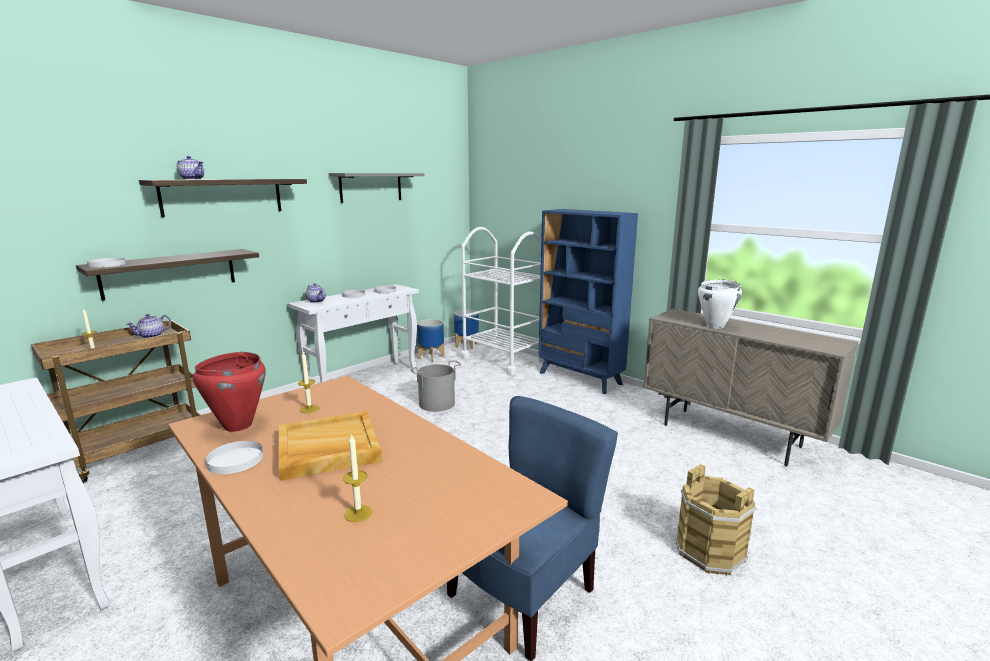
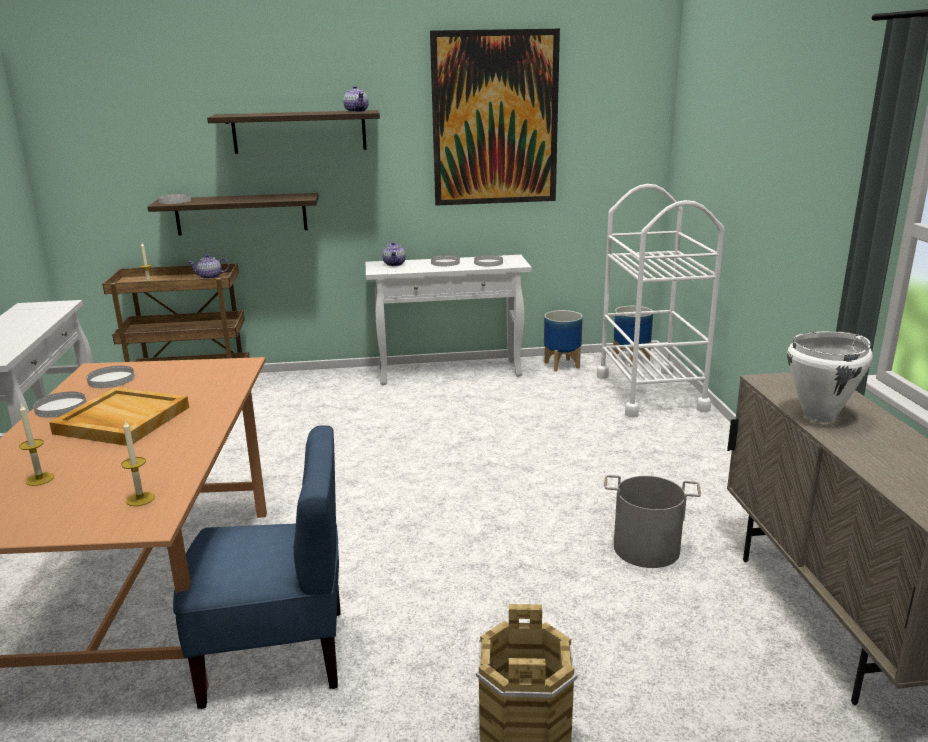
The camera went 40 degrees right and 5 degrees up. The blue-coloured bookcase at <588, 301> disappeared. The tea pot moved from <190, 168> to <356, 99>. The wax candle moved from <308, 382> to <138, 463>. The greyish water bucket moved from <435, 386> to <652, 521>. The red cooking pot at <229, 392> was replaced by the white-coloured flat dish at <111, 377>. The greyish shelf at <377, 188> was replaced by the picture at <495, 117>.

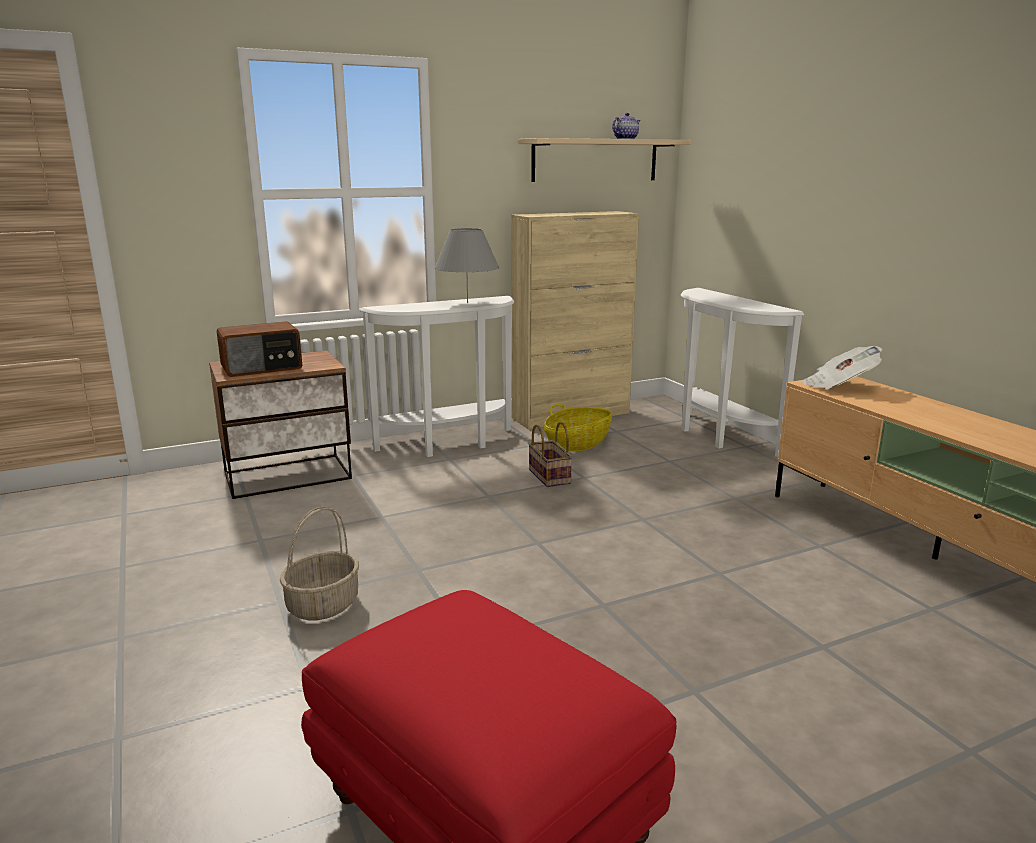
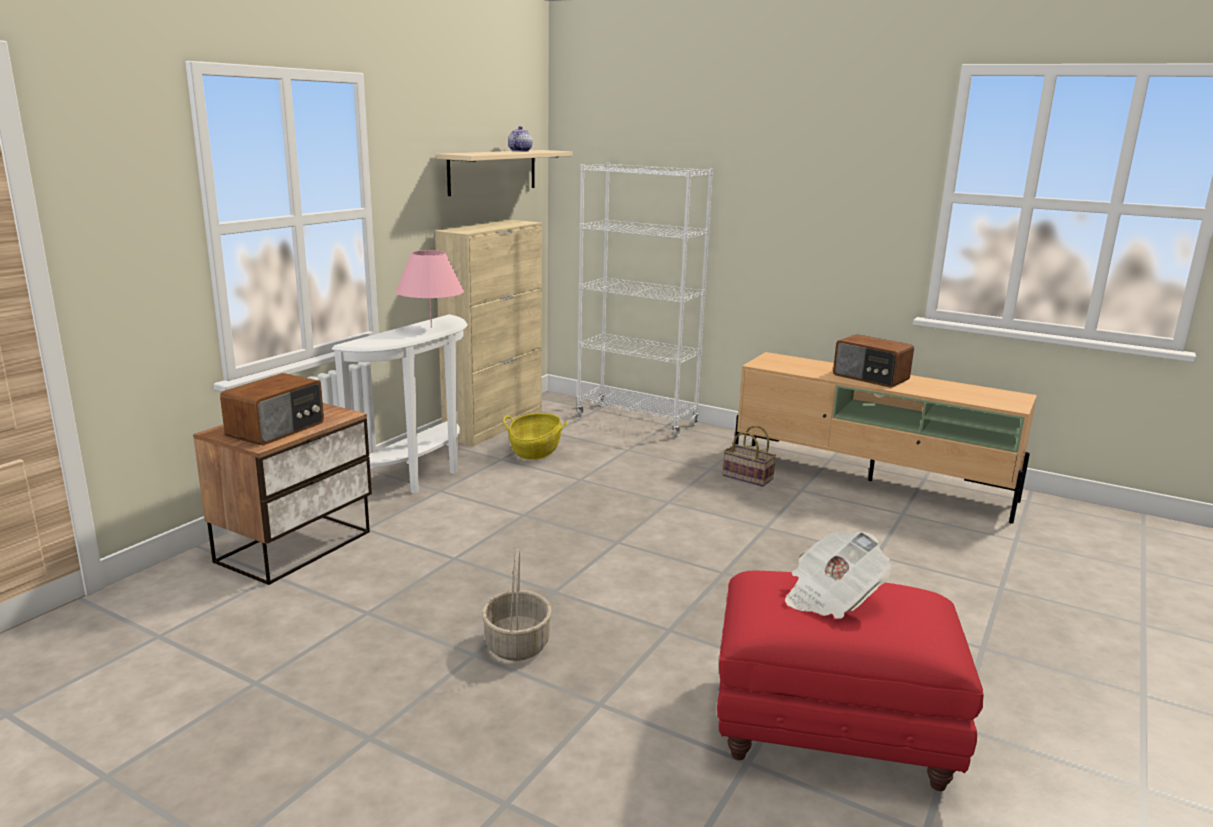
The camera went 35 degrees left and 0 degrees up. The radio set at <873, 361> appeared. The basket moved from <550, 454> to <749, 456>. The daily paper moved from <842, 367> to <838, 575>. The white-coloured hall table at <742, 372> was replaced by the white-coloured bookcase at <644, 300>. The greyish tabletop lamp at <466, 265> became the pink tabletop lamp at <430, 289>.

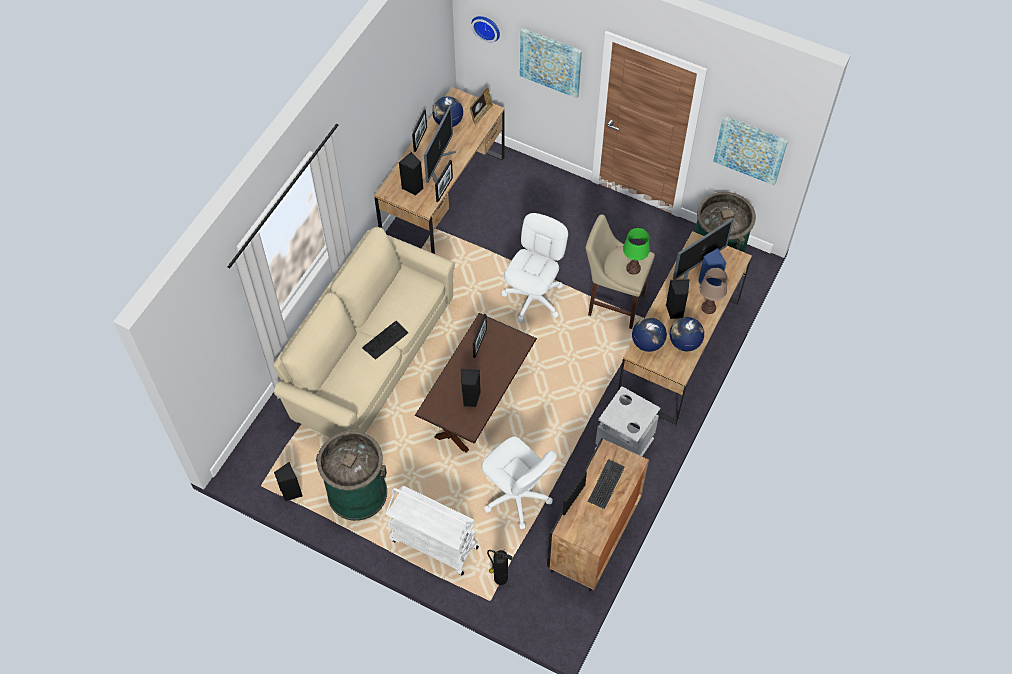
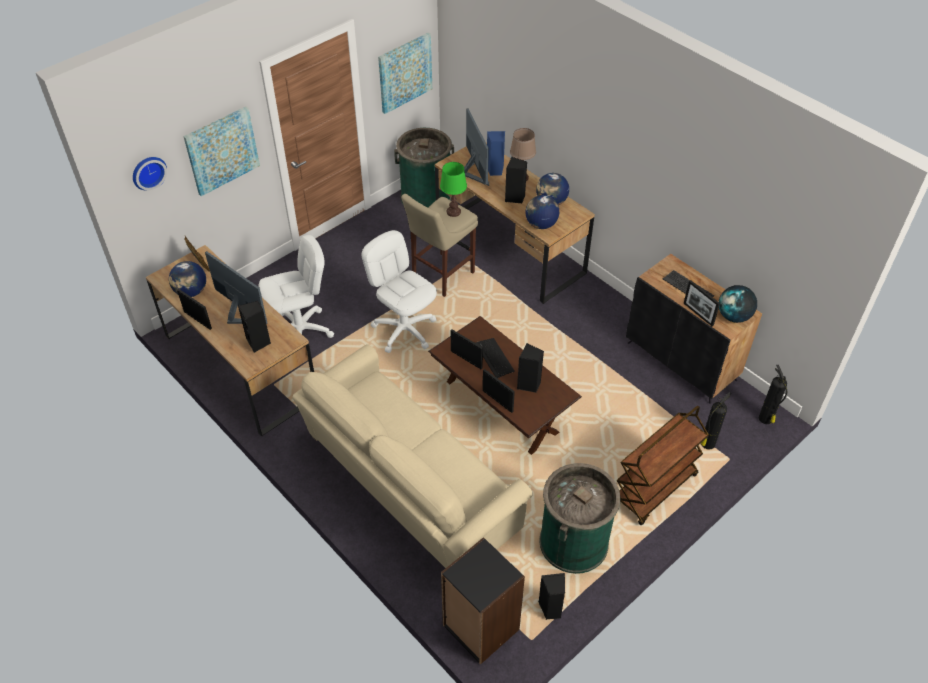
The camera went 70 degrees left and 10 degrees down. The greyish trash can at <627, 421> disappeared. The black-coloured bookcase at <483, 601> appeared. The desk globe at <738, 304> appeared. The extinguisher at <773, 394> appeared. The keyboard moved from <385, 340> to <495, 358>. The photo frame moved from <444, 181> to <499, 391>. The white-coloured office chair moved from <519, 483> to <296, 286>. The white-coloured cart at <432, 530> became the brown cart at <663, 465>.

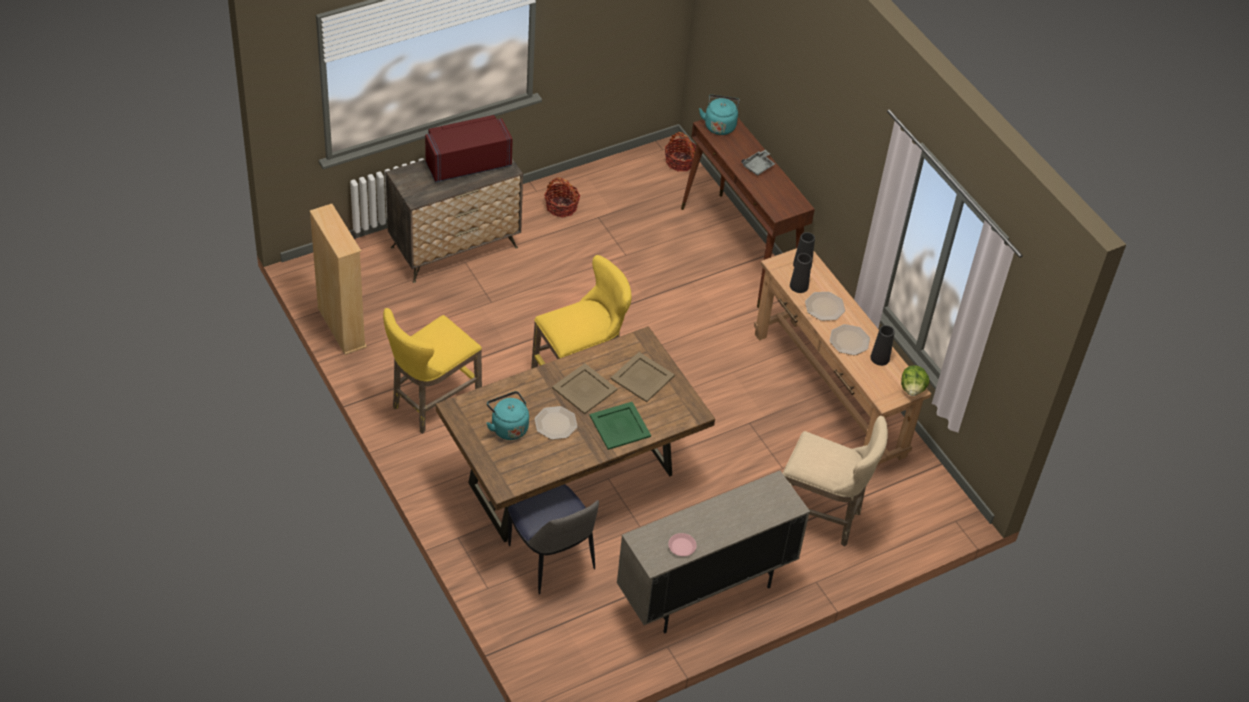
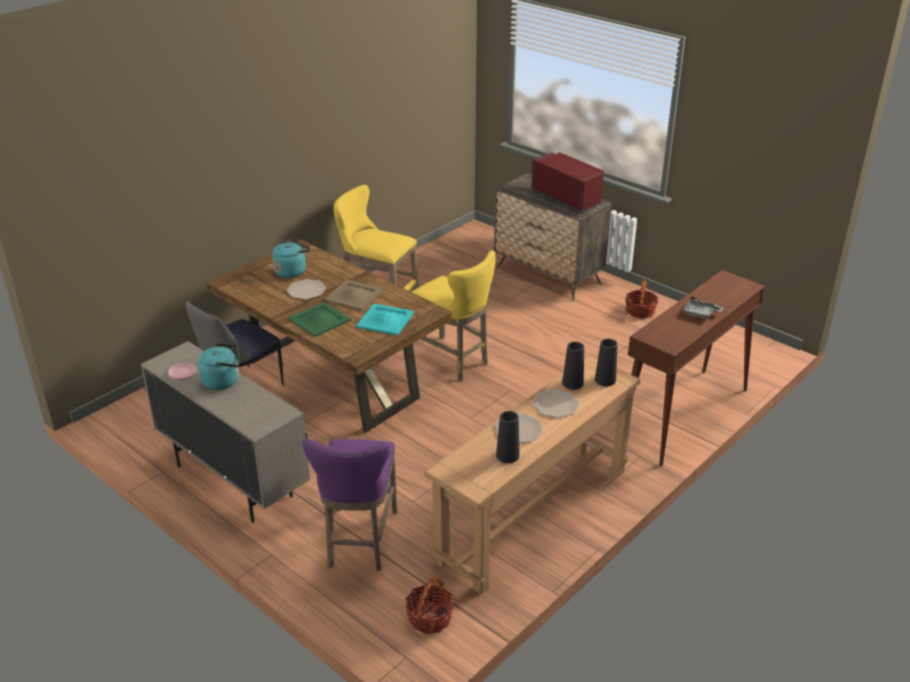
The camera went 75 degrees right and 15 degrees down. The sand-coloured bookcase at <338, 279> disappeared. The lettuce at <915, 380> disappeared. The basket moved from <680, 151> to <430, 605>. The blue-green water kettle moved from <719, 114> to <218, 366>. The sand-coloured tray at <643, 377> became the blue-green tray at <385, 319>. The sand-coloured sitting stool at <835, 481> became the purple-coloured sitting stool at <349, 505>.

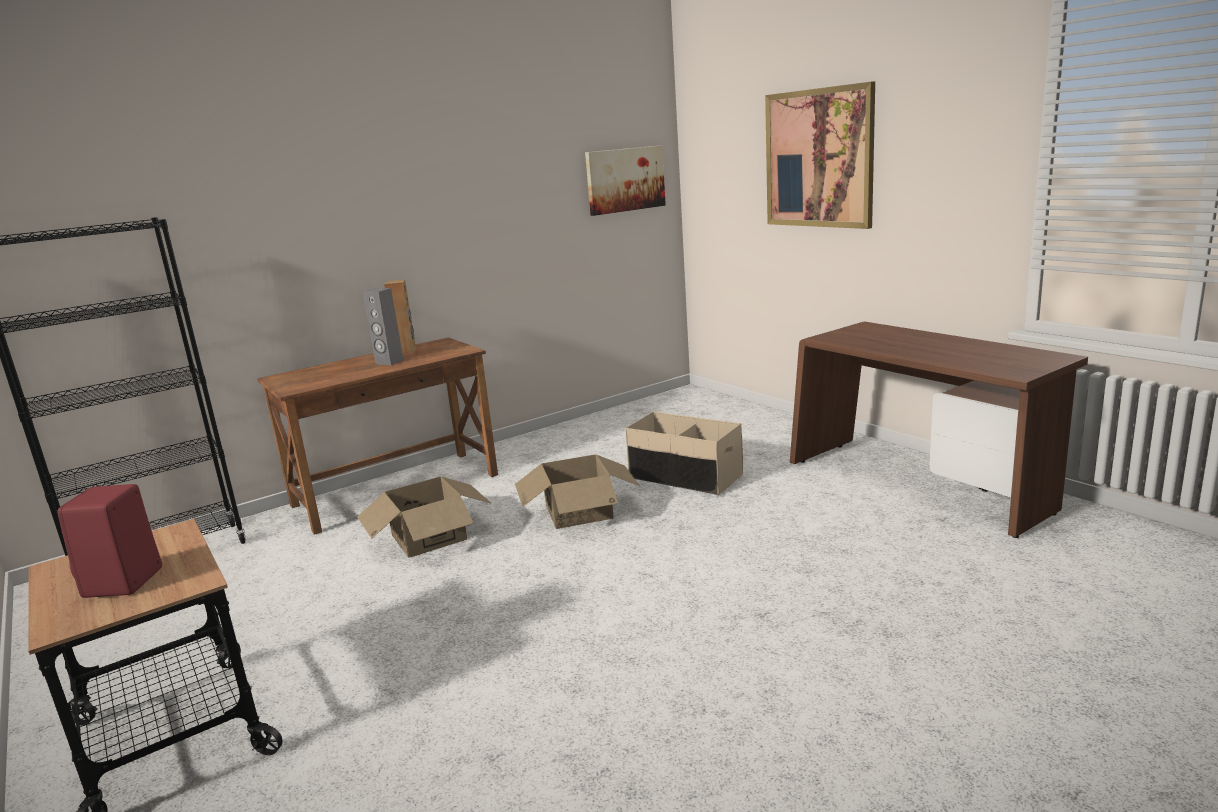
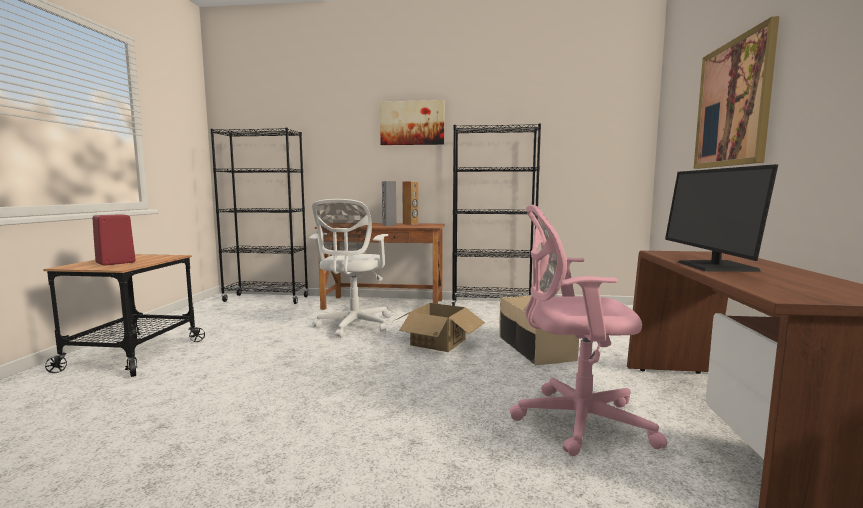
The camera went 40 degrees right and 10 degrees down. The black-coloured bookcase at <496, 214> appeared. The pink office chair at <588, 330> appeared. The computer display at <721, 218> appeared. The picture moved from <625, 180> to <412, 122>. The cardboard box at <424, 517> was replaced by the white-coloured office chair at <350, 268>.

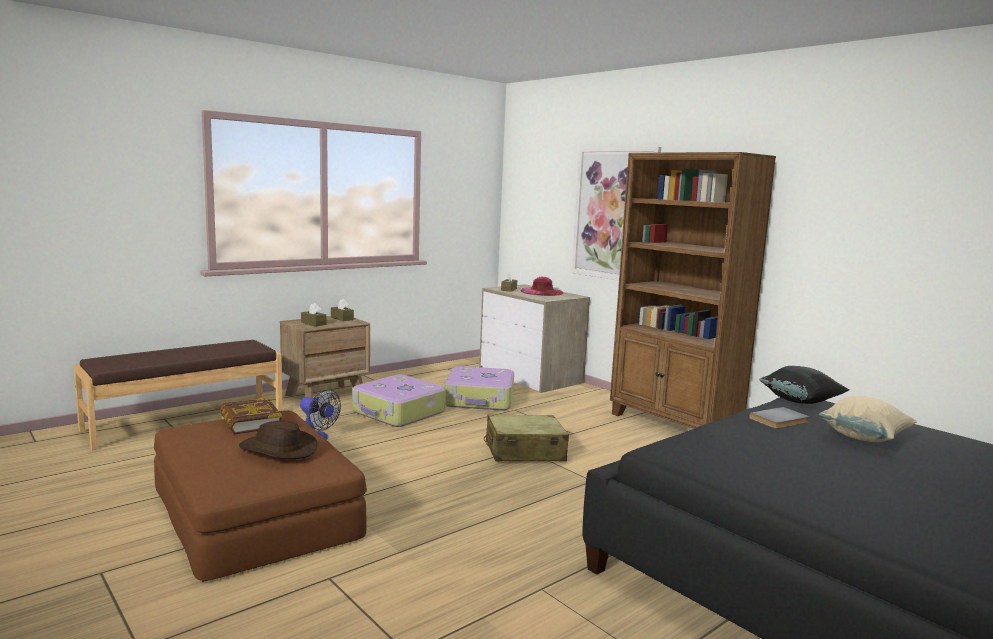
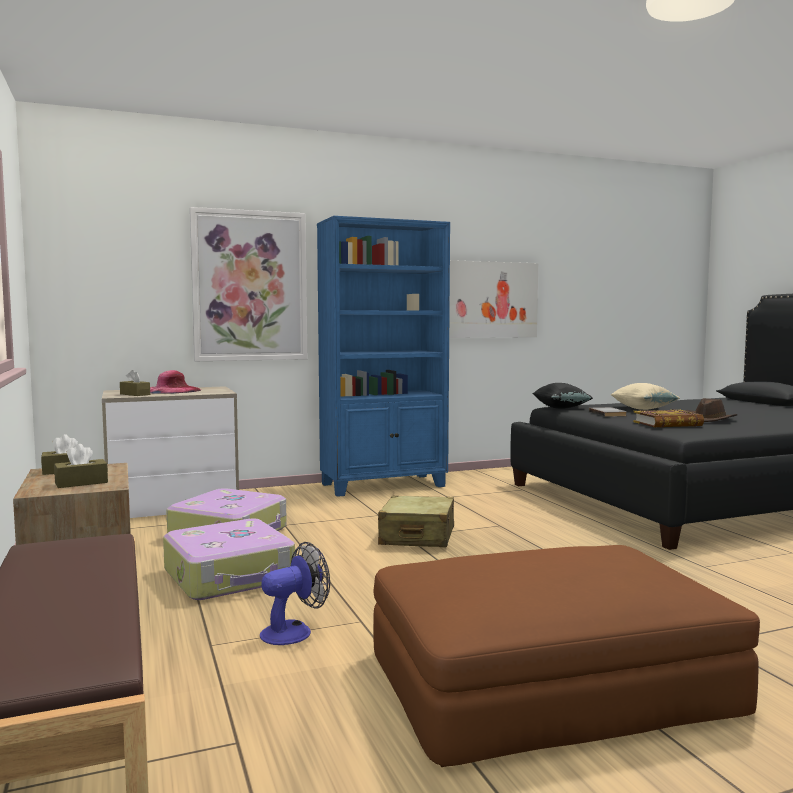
The camera went 70 degrees left and 5 degrees down. The picture at <493, 299> appeared. The book moved from <251, 416> to <668, 418>. The brown wearable hat moved from <278, 440> to <711, 410>. The brown bookcase at <693, 290> became the blue-coloured bookcase at <383, 356>.

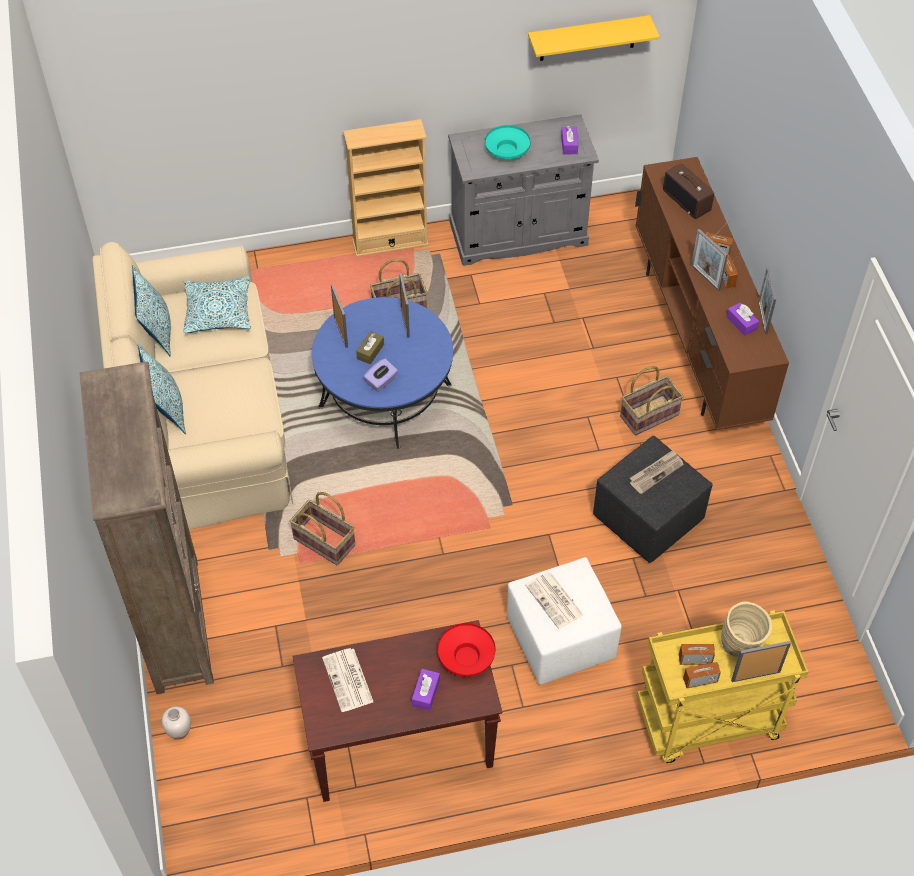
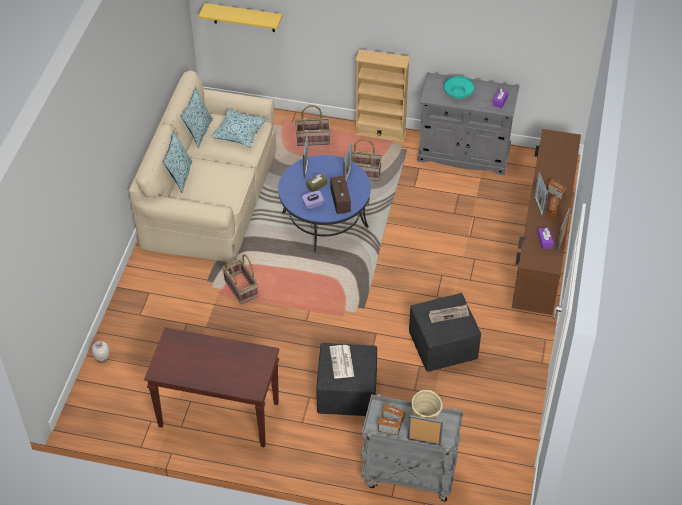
The camera went 25 degrees right and 5 degrees down. The brown bookcase at <147, 527> disappeared. The daily paper at <347, 680> disappeared. The purple-coloured box of tissues at <426, 690> disappeared. The red deep dish at <467, 650> disappeared. The yellow shelf moved from <594, 38> to <240, 17>. The basket moved from <652, 400> to <312, 125>. The radio set moved from <688, 191> to <340, 195>. The white-coloured ottoman at <564, 621> became the black-coloured ottoman at <346, 379>. The yellow cart at <722, 686> became the greyish cart at <412, 448>.

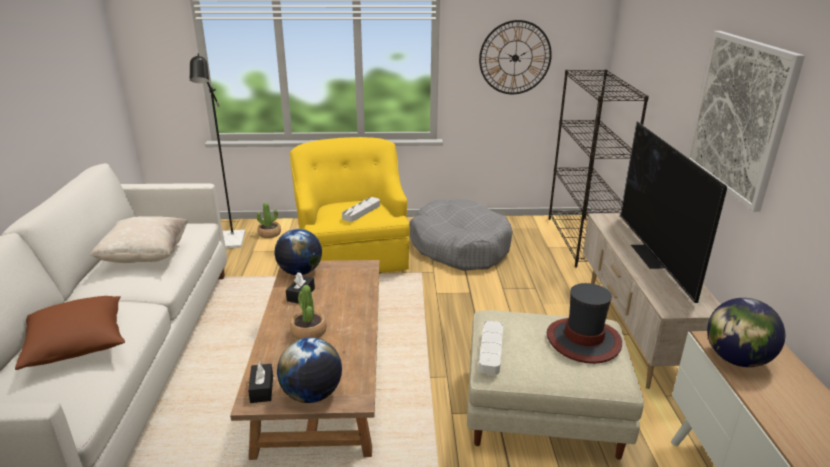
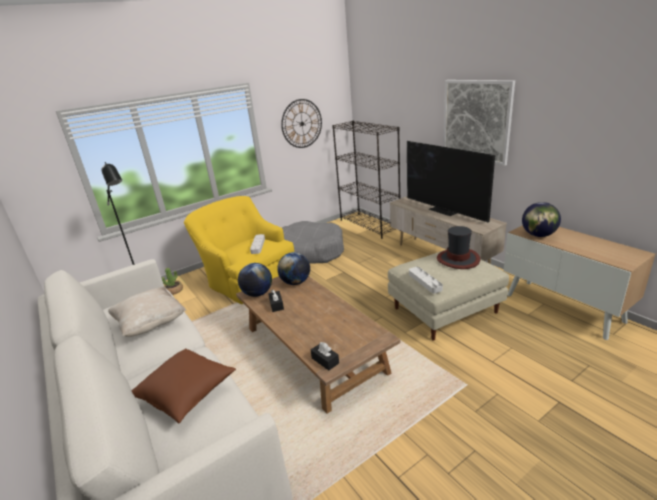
The camera went 30 degrees left and 0 degrees up. The houseplant at <308, 312> disappeared. The desk globe moved from <309, 370> to <293, 268>.

